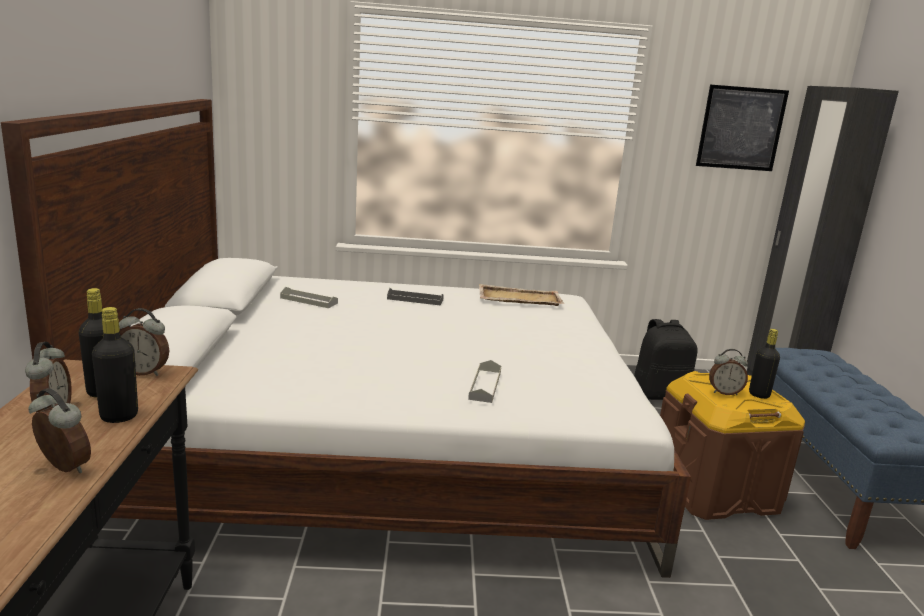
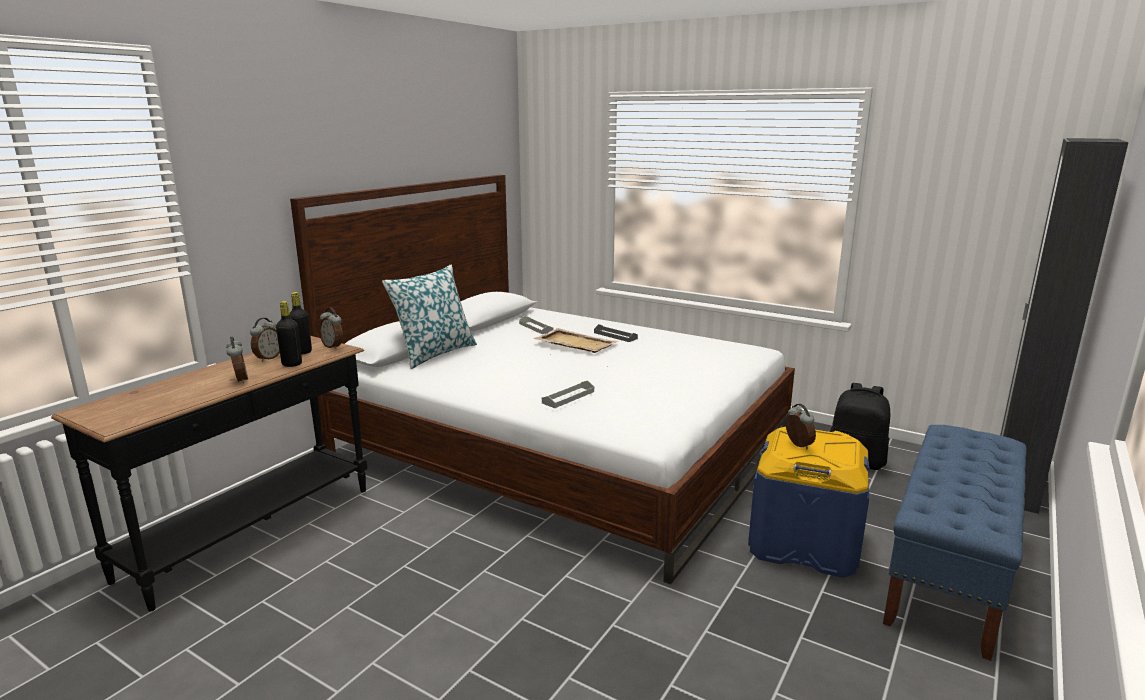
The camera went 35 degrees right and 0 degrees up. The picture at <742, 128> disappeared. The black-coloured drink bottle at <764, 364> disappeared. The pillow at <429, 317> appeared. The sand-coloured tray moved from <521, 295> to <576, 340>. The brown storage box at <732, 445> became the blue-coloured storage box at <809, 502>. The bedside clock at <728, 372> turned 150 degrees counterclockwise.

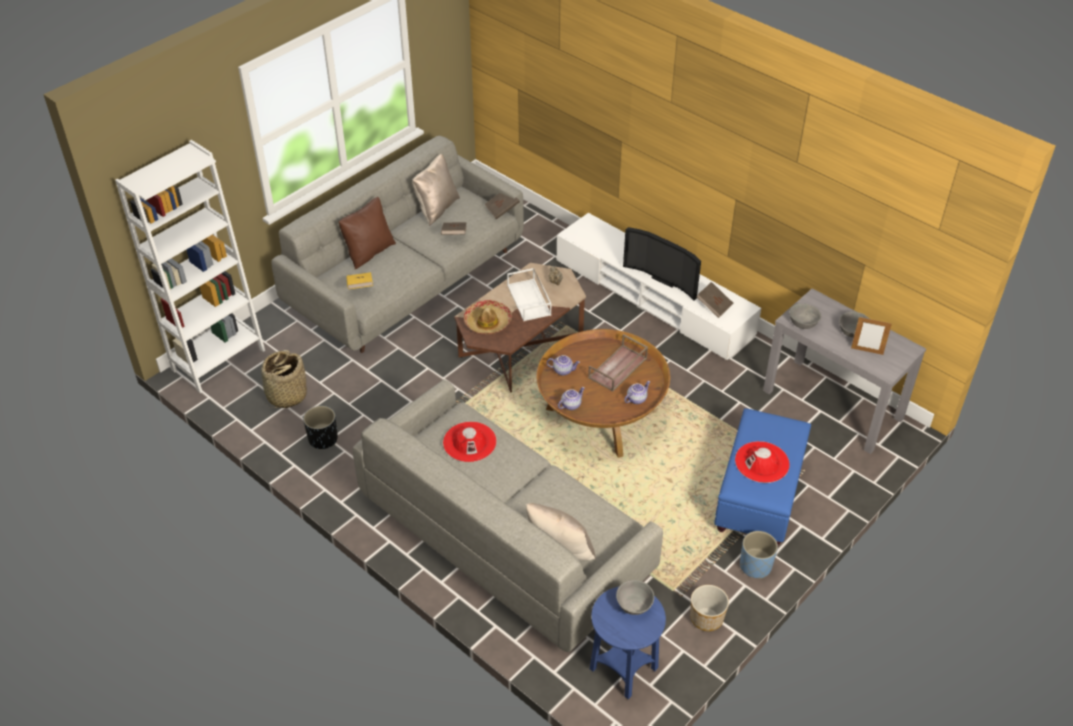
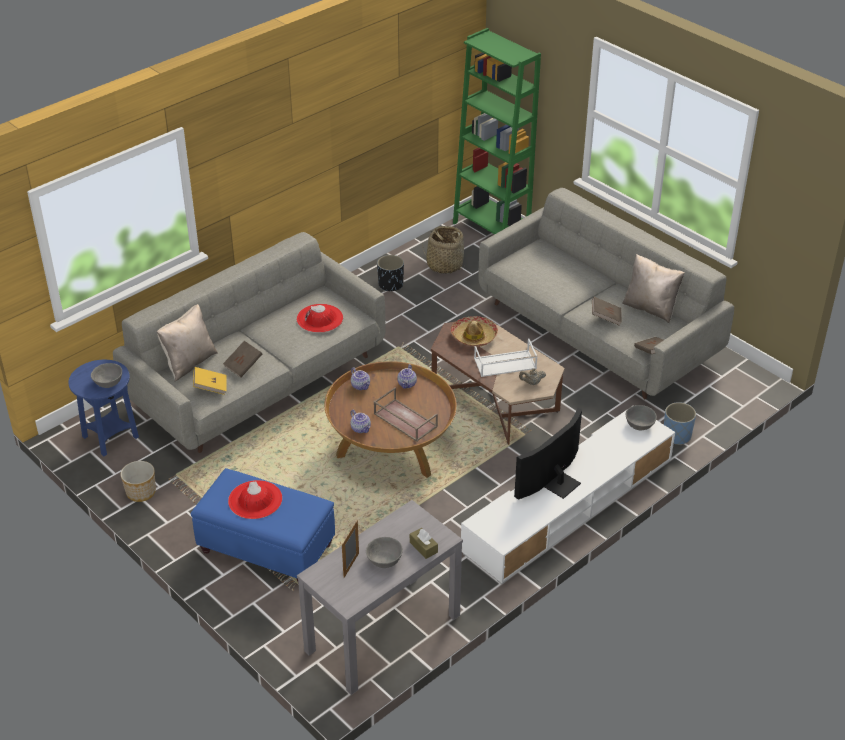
The camera went 95 degrees right and 5 degrees down. The brown pillow at <367, 233> disappeared. The brown box of tissues at <424, 543> appeared. The yellow book moved from <359, 280> to <209, 381>. The brown book moved from <715, 300> to <242, 359>. The blue-coloured flower pot moved from <759, 555> to <680, 423>. The greyish deep dish moved from <805, 316> to <641, 417>. The white-coloured bookcase at <190, 266> became the green bookcase at <497, 131>.

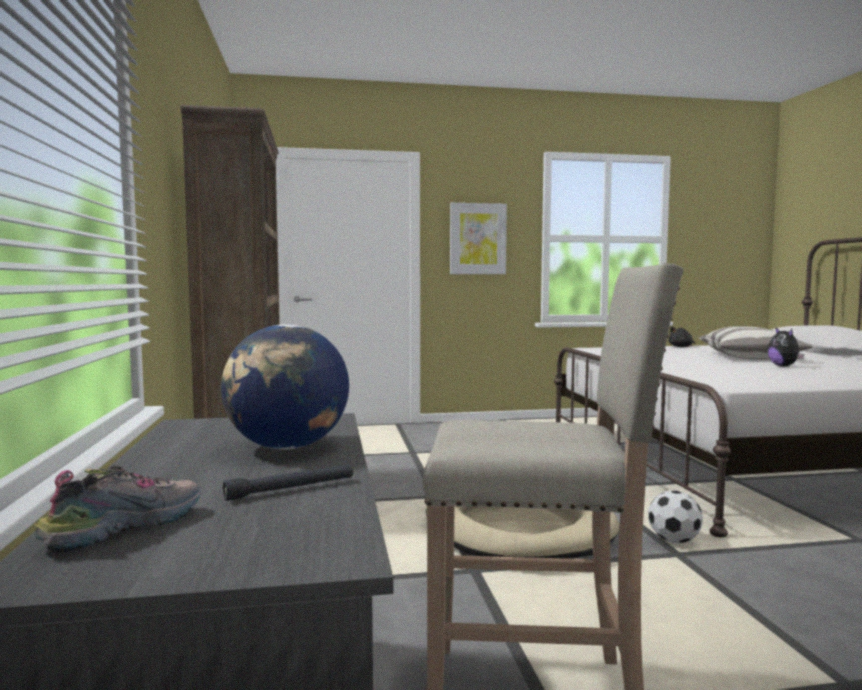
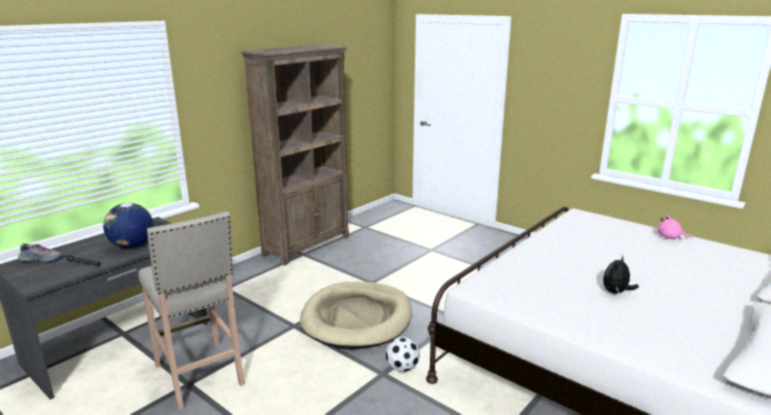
The camera went 50 degrees right and 15 degrees up. The picture at <478, 238> disappeared. The pillow at <756, 342> disappeared. The black-coloured plush toy at <682, 336> became the pink plush toy at <675, 227>.

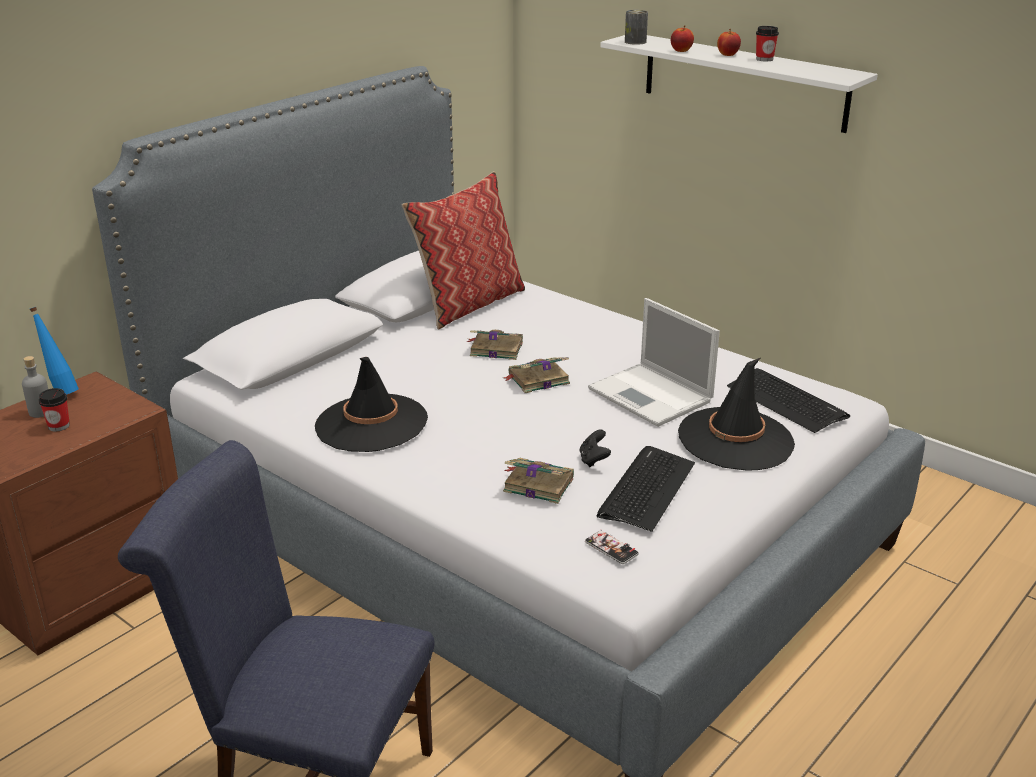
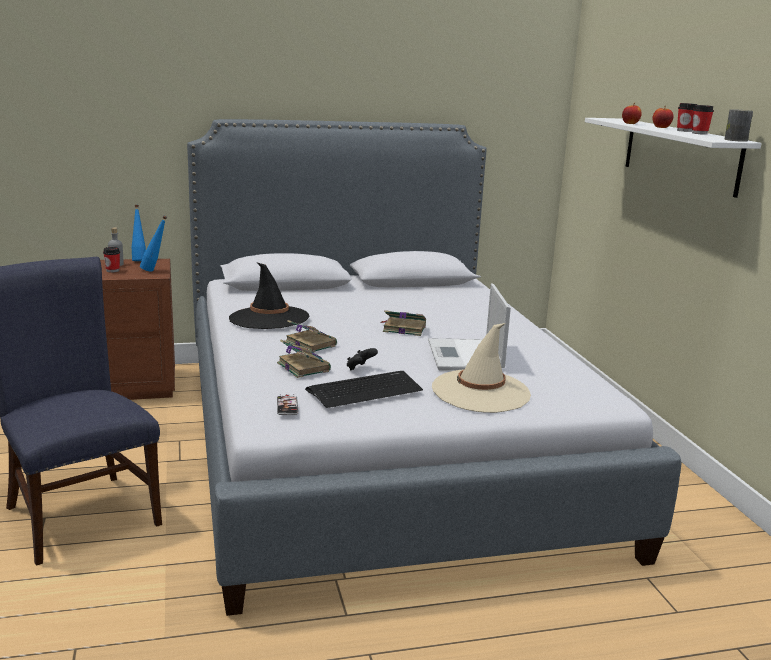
The camera went 35 degrees right and 10 degrees down. The pillow at <463, 250> disappeared. The keyboard at <788, 400> disappeared. The blue-coloured drink bottle at <153, 243> appeared. The cup at <703, 120> appeared. The book moved from <494, 345> to <311, 336>. The can moved from <636, 27> to <738, 125>. The black-coloured wearable hat at <736, 414> became the sand-coloured wearable hat at <481, 368>.

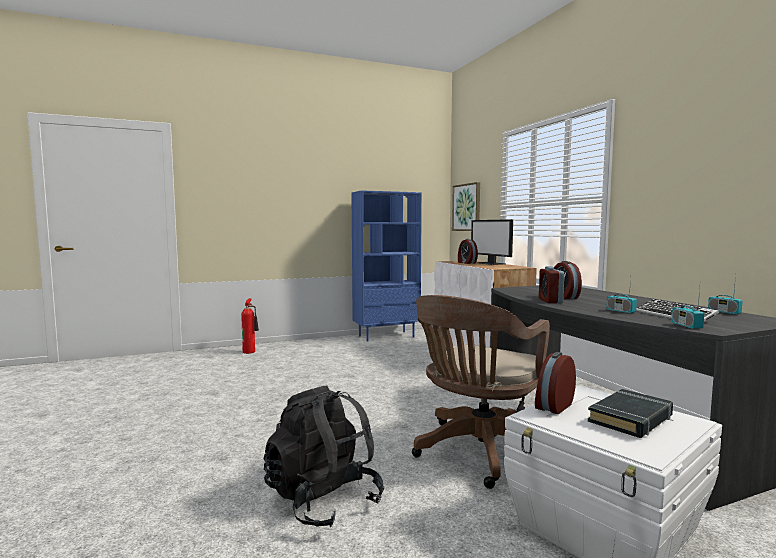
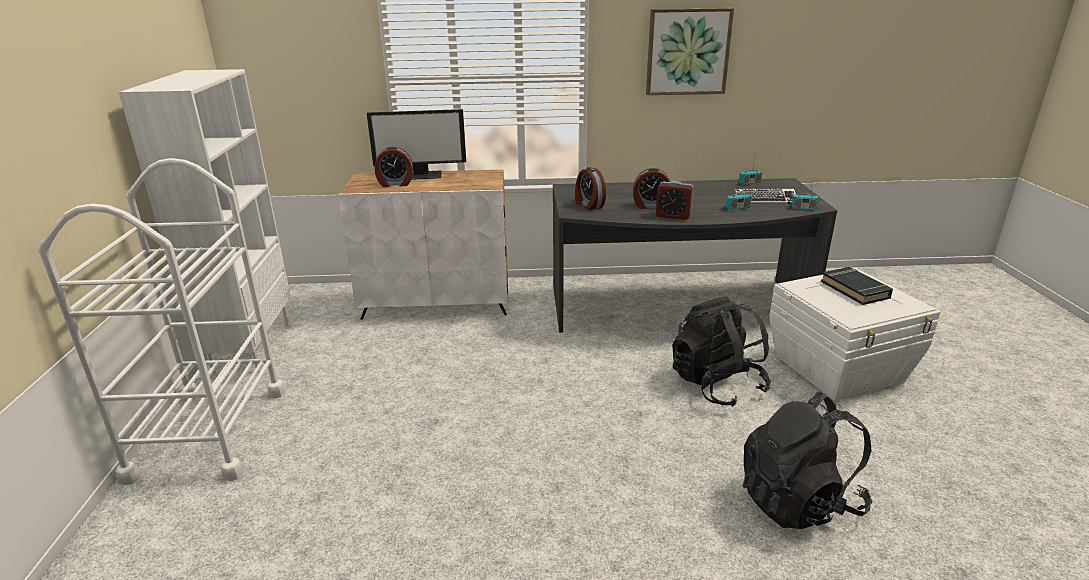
The camera went 70 degrees left and 20 degrees up. The extinguisher at <250, 326> disappeared. The white-coloured cart at <161, 321> appeared. The picture moved from <466, 206> to <690, 51>. The bedside clock moved from <555, 383> to <590, 188>. The brown office chair at <481, 392> was replaced by the black-coloured rucksack at <721, 351>. The blue-coloured bookcase at <386, 265> became the white-coloured bookcase at <205, 221>.

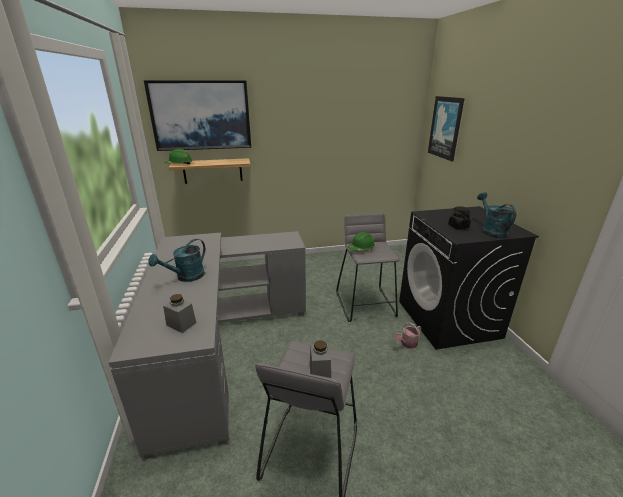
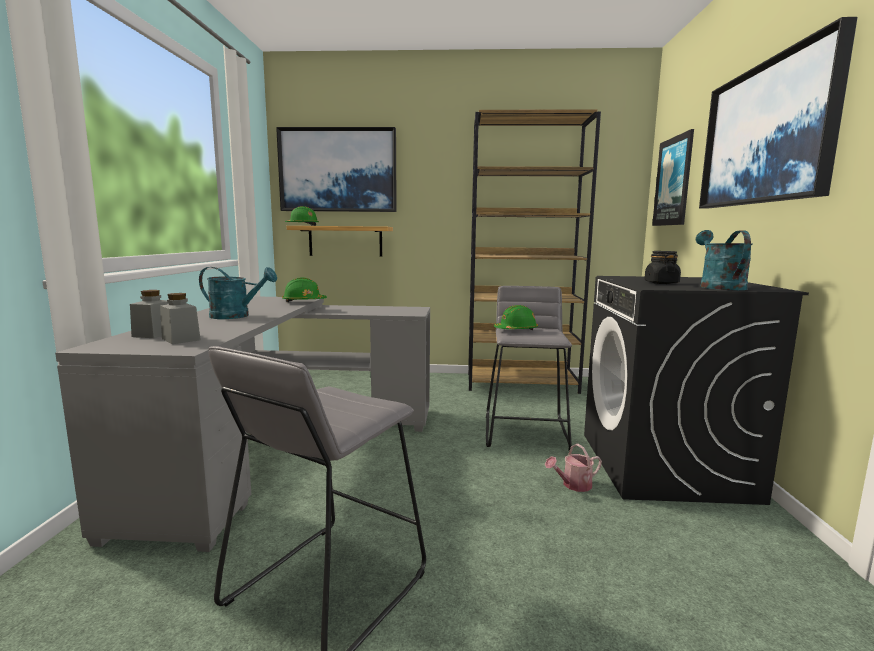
The camera went 15 degrees right and 15 degrees down. The green work helmet at <304, 289> appeared. The brown bookcase at <534, 251> appeared. The picture at <778, 112> appeared. The greyish jar moved from <320, 359> to <149, 314>. The blue-green watering pot at <177, 260> turned 135 degrees counterclockwise.

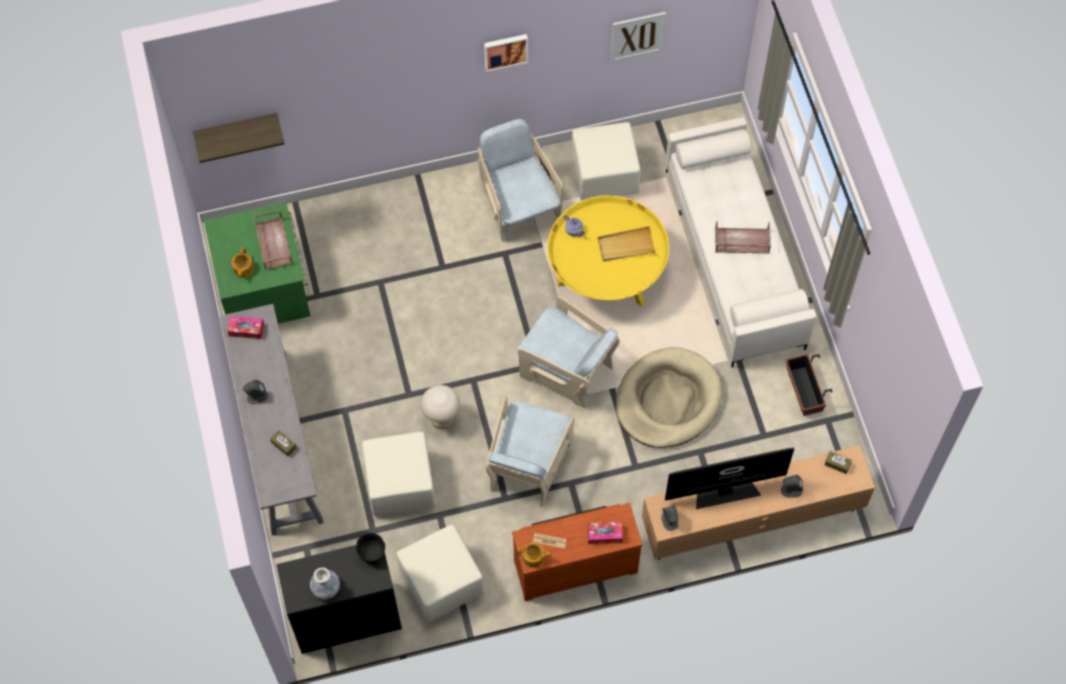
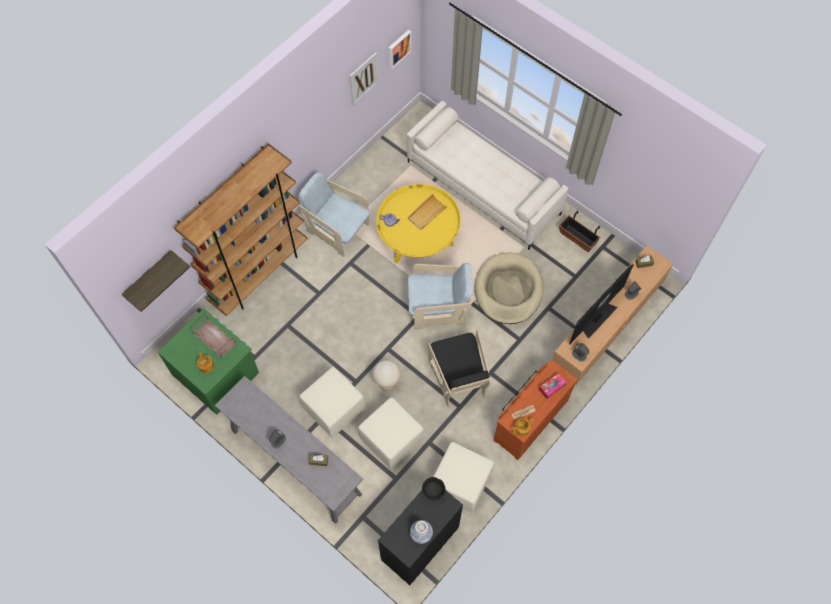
The camera went 35 degrees left and 0 degrees up. The box of tissues at <245, 327> disappeared. The brown tray at <743, 237> disappeared. The brown bookcase at <241, 229> appeared. The picture moved from <506, 53> to <400, 49>. The sand-coloured ottoman moved from <606, 161> to <332, 402>. The sand-coloured easy chair at <530, 451> became the black-coloured easy chair at <459, 369>.

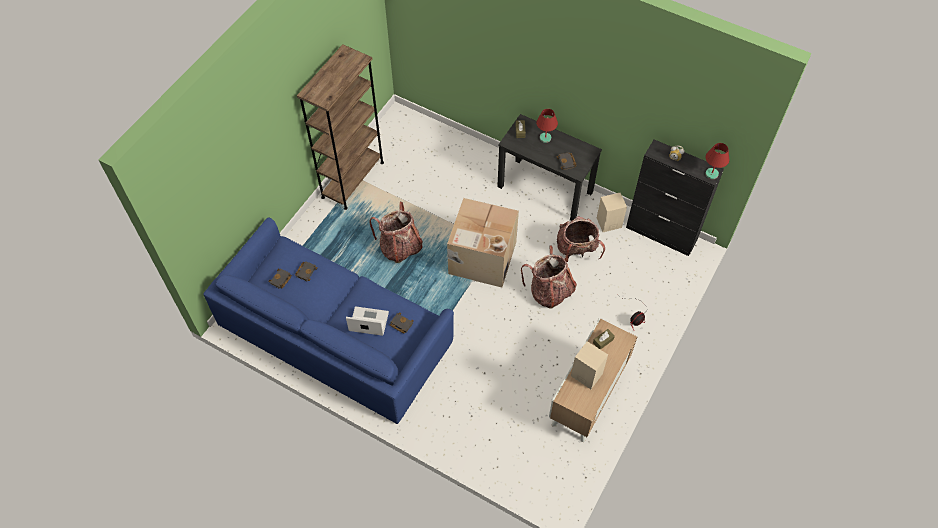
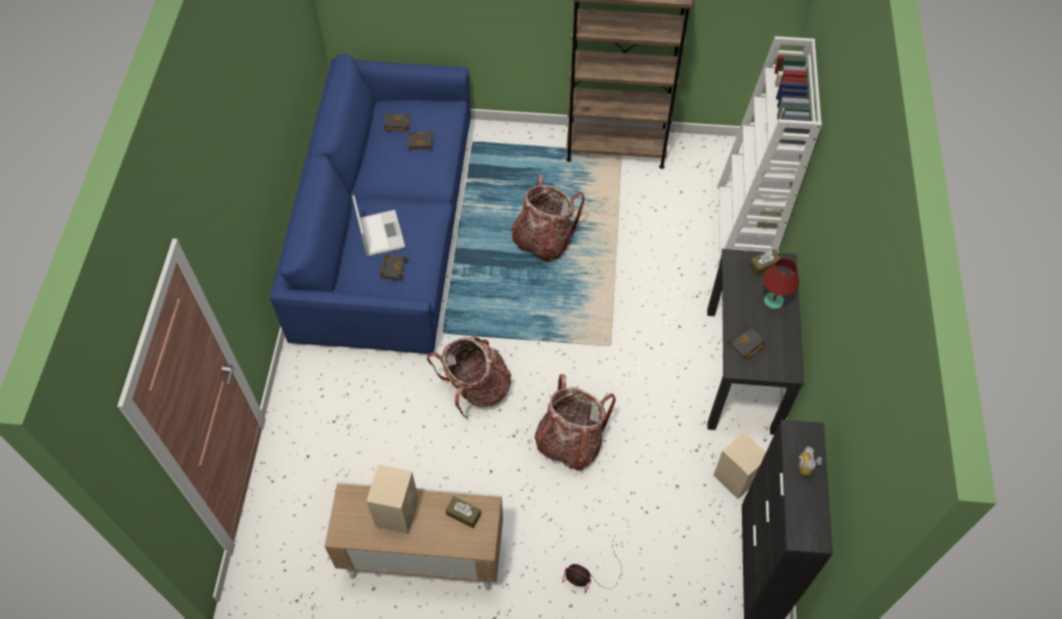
The camera went 65 degrees right and 0 degrees up. The cardboard box at <483, 242> disappeared. The red tabletop lamp at <717, 161> disappeared. The white-coloured bookcase at <769, 150> appeared. The rucksack moved from <581, 239> to <469, 377>.

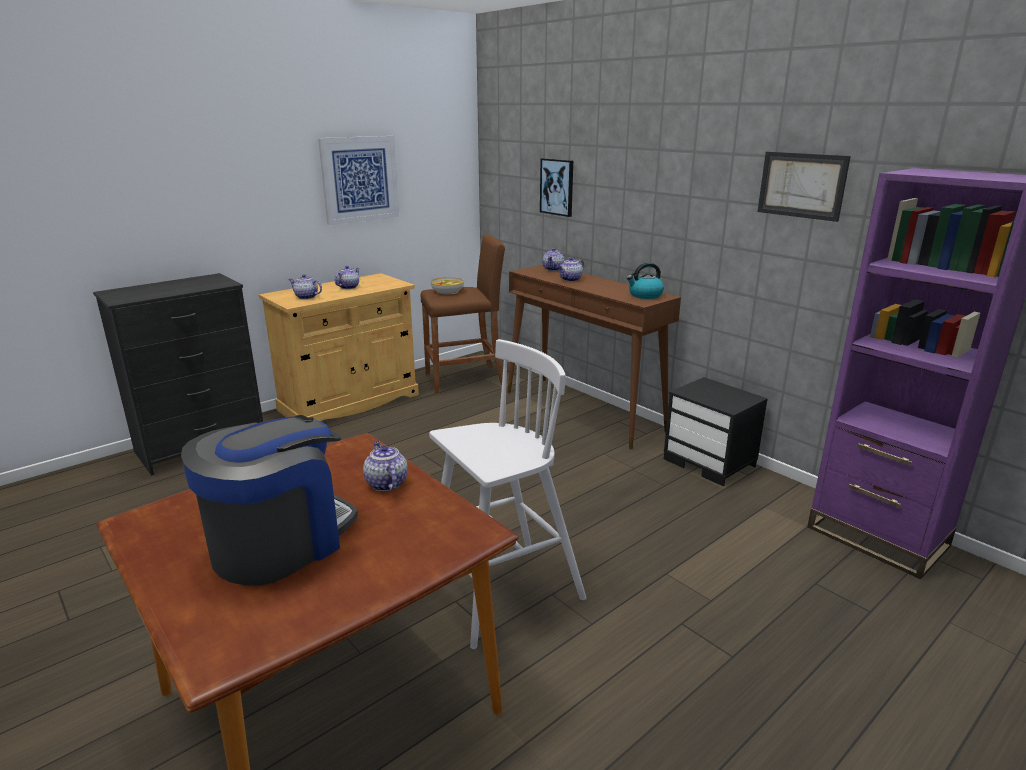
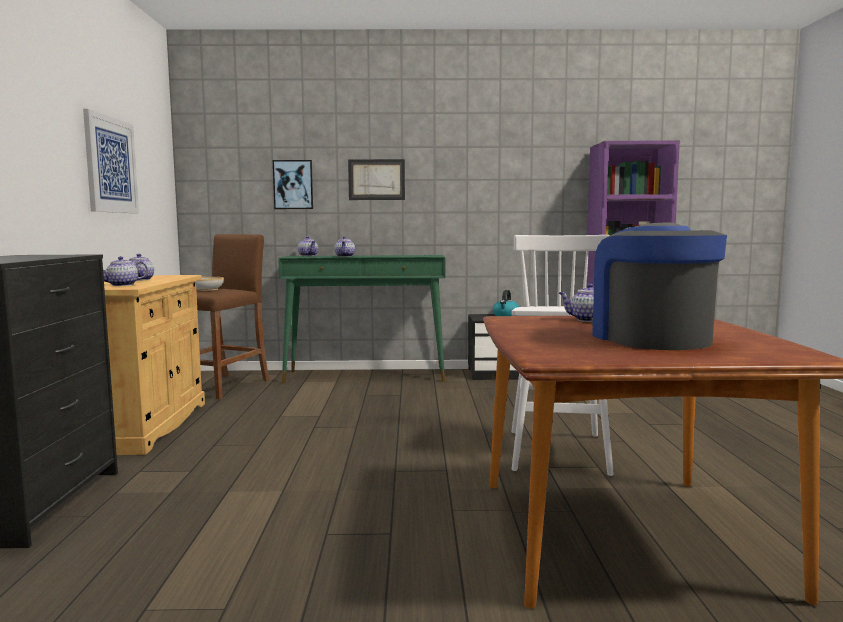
The camera went 50 degrees left and 15 degrees down. The water kettle moved from <645, 281> to <506, 303>. The picture moved from <804, 186> to <376, 179>. The brown hall table at <594, 357> became the green hall table at <361, 319>.

